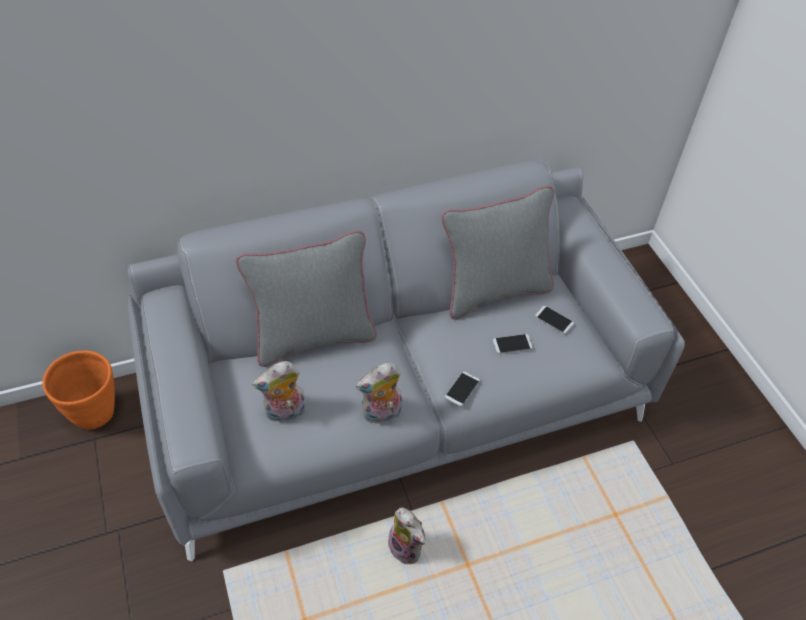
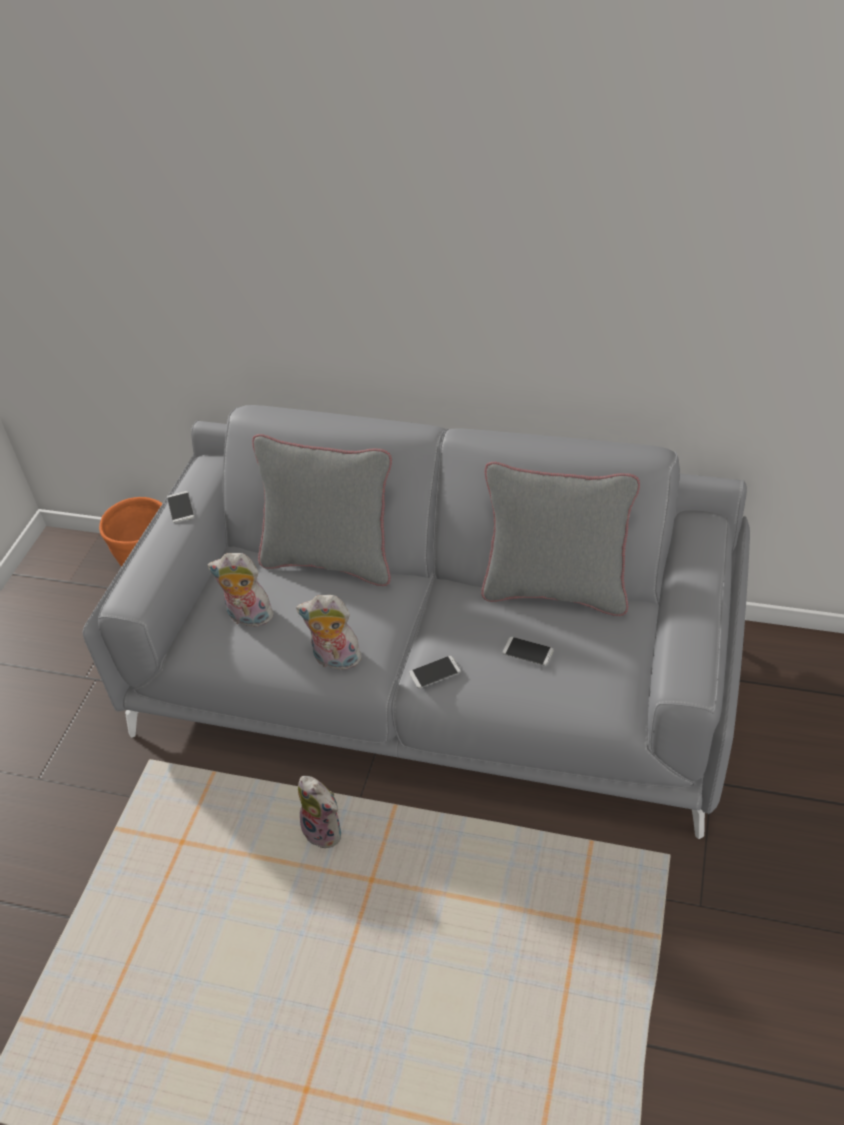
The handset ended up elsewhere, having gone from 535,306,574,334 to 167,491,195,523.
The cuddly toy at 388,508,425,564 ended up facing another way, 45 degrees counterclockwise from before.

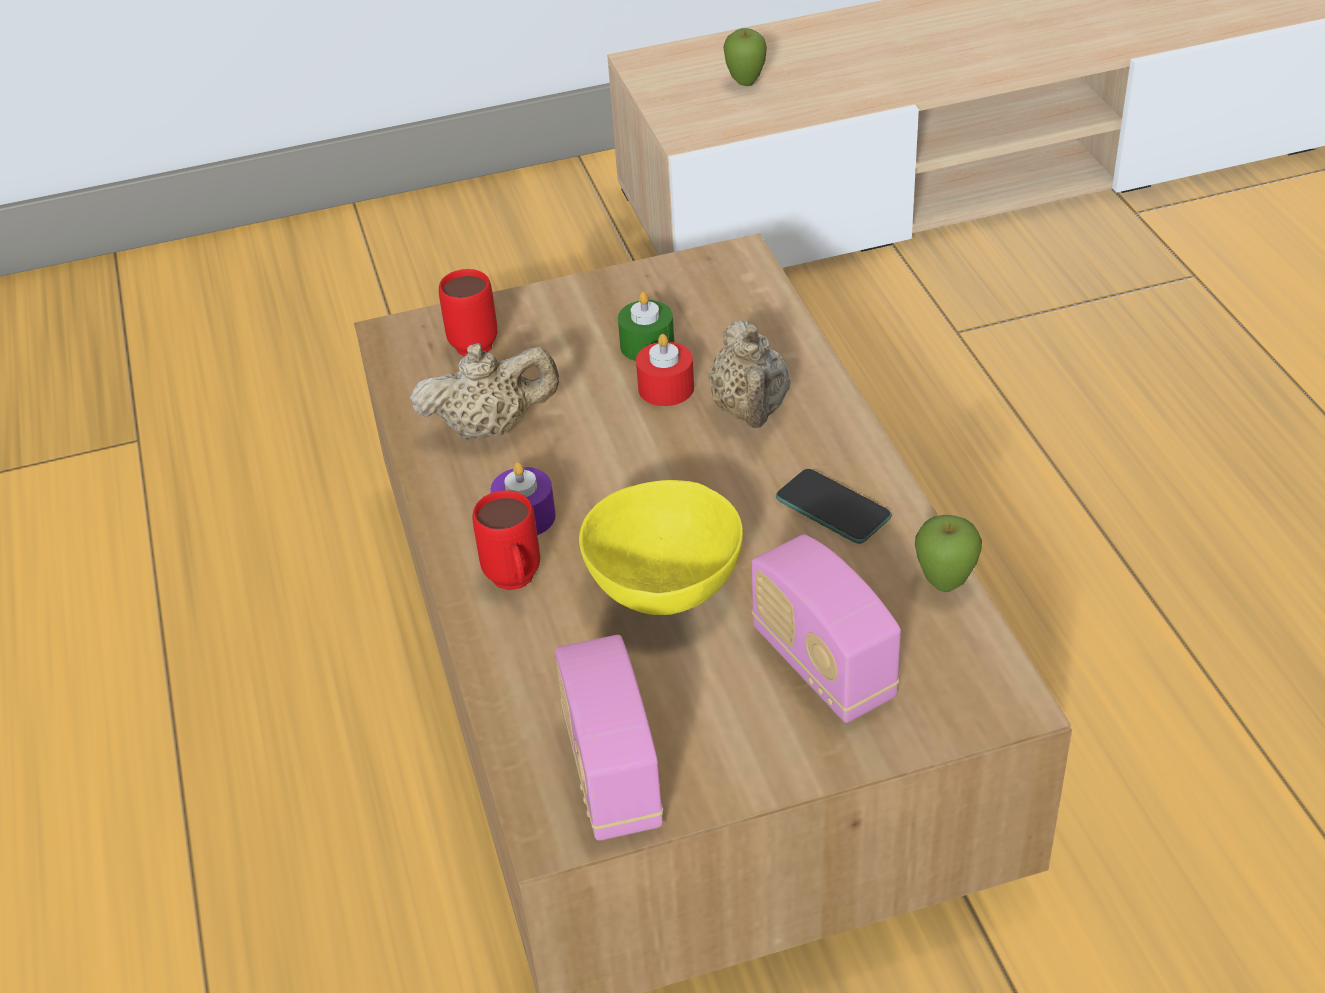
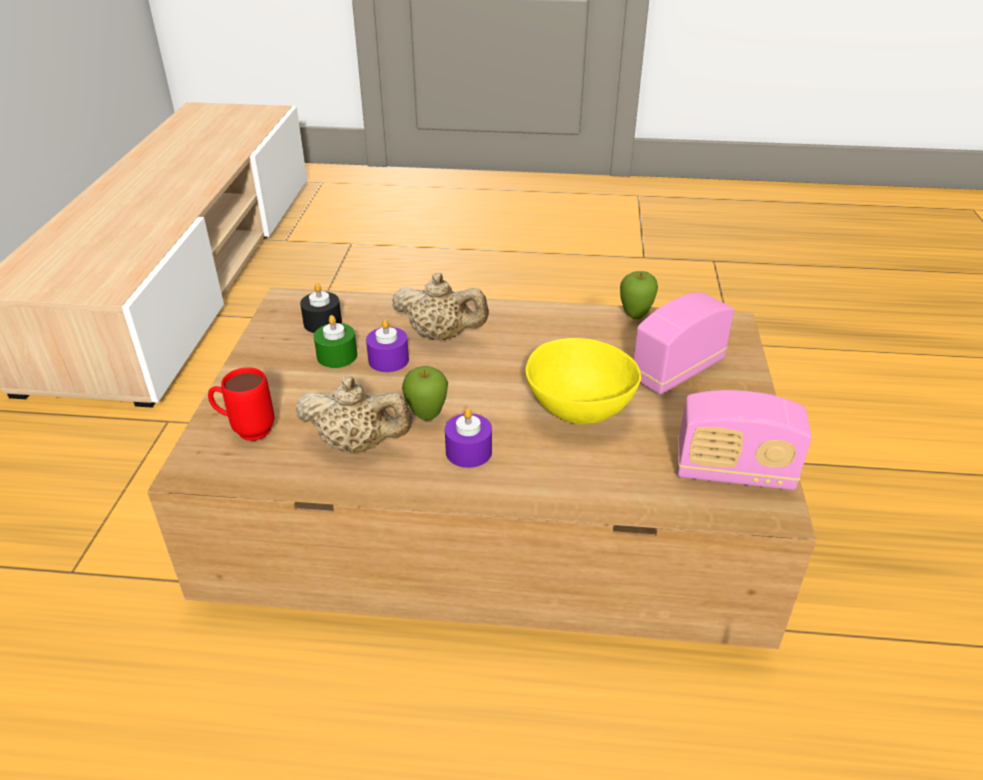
The whole apple ended up elsewhere, having gone from 723,28,767,86 to 402,366,448,421.
What was the reddish wax candle at 636,334,694,406 turned into the purple wax candle at 366,319,409,372.
The beige pot for tea at 410,343,559,439 ended up facing another way, 90 degrees clockwise from before.
The second view lost the handset at 776,469,892,544.
The second view lost the reddish mug at 472,490,540,590.
The radio receiver at 752,534,901,723 ended up facing another way, 150 degrees clockwise from before.
The second view gained the black wax candle at 300,283,342,333.

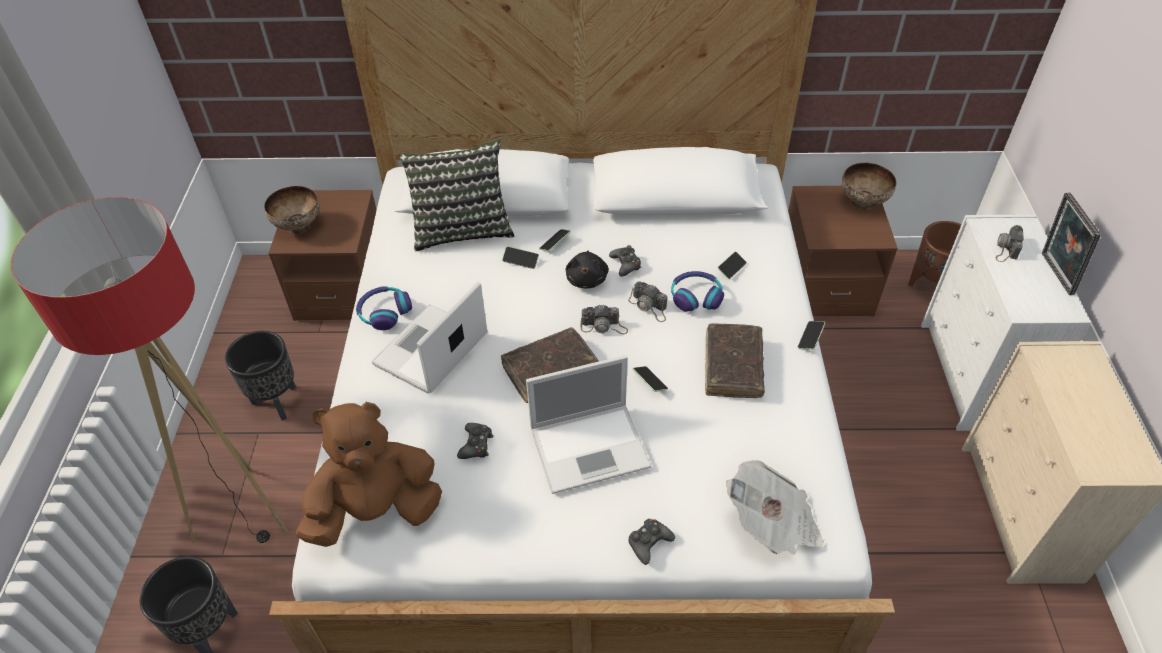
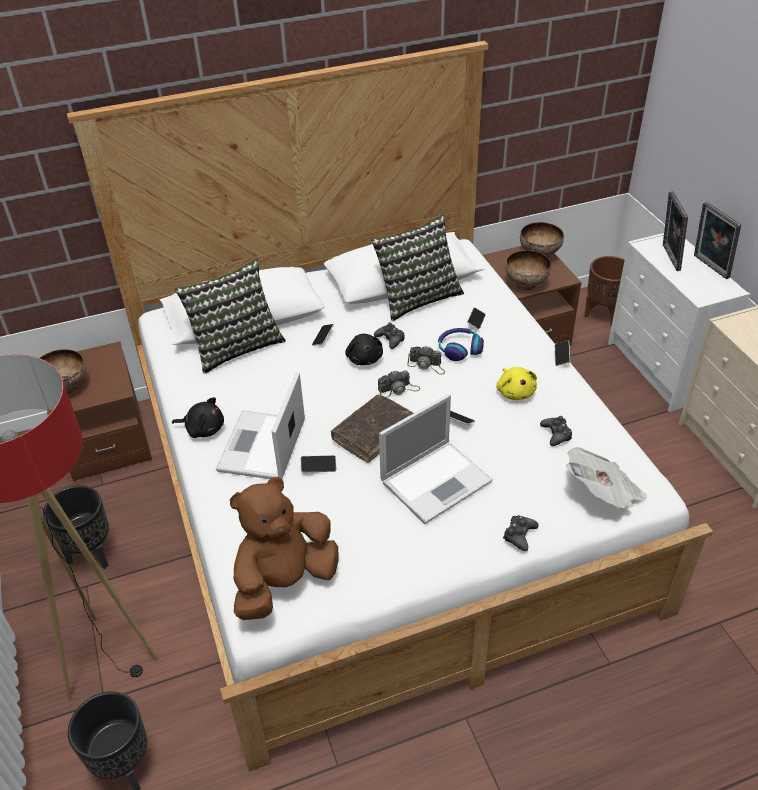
Where the photo camera stood at 995,225,1024,262, the picture frame came to stand at 663,191,688,271.
The handset ended up elsewhere, having gone from 502,246,539,269 to 301,455,336,473.
Where the headset stood at 356,286,412,330, the black cuddly toy came to stand at 172,397,224,438.
Where the brown bound book stood at 705,323,765,398, the yellow cuddly toy came to stand at 496,367,537,400.
The black gamepad ended up elsewhere, having gone from 457,423,493,459 to 540,416,572,446.
The second view gained the throw pillow at 371,214,464,321.
The second view gained the deep dish at 505,250,551,291.

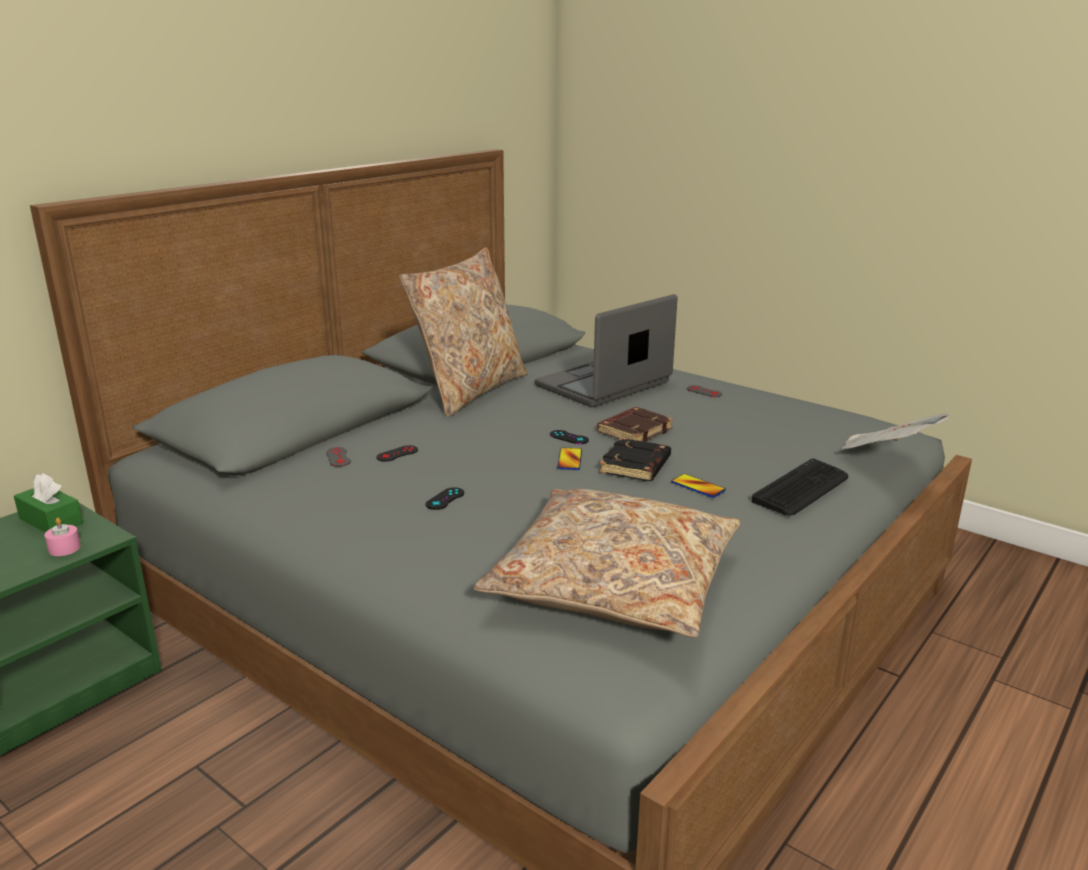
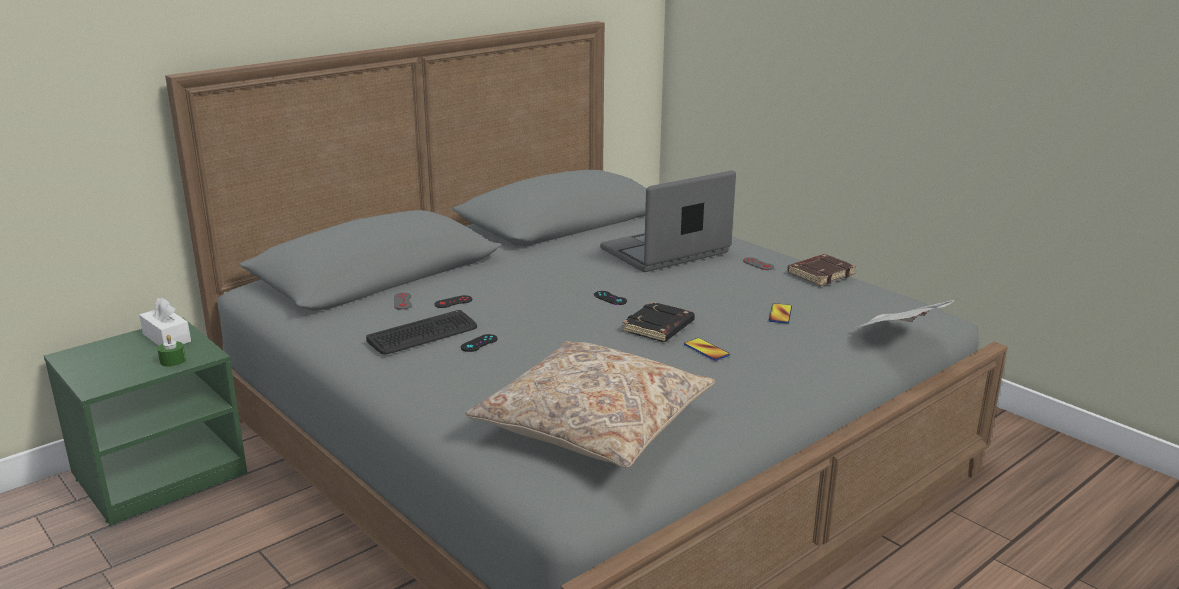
The second view lost the beige throw pillow at 399,248,527,417.
The brown bound book ended up elsewhere, having gone from 597,407,673,442 to 787,254,856,286.
The handset ended up elsewhere, having gone from 557,448,582,470 to 769,303,792,324.
The keyboard ended up elsewhere, having gone from 752,459,848,516 to 366,310,477,354.
What was the greenish tissue box at 14,473,83,533 turned into the white tissue box at 139,297,191,346.
What was the pink wax candle at 45,518,81,556 turned into the greenish wax candle at 157,335,186,367.

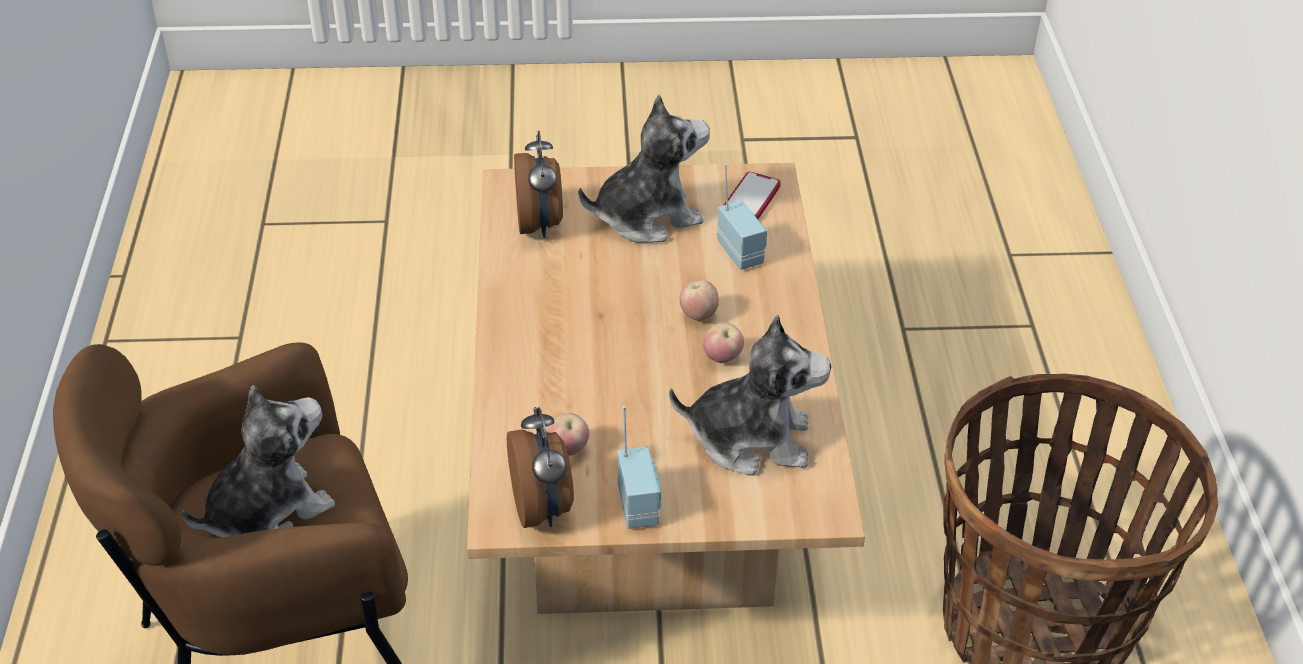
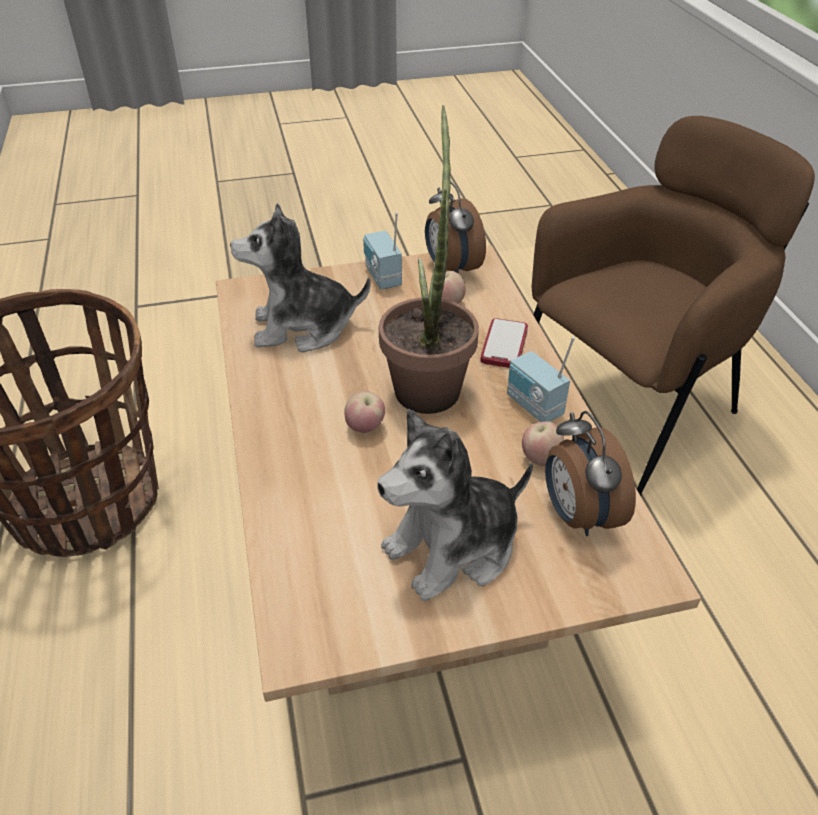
The radio receiver ended up elsewhere, having gone from 717,164,767,270 to 507,337,575,422.
The handset ended up elsewhere, having gone from 724,172,781,219 to 480,318,528,368.
The whole apple ended up elsewhere, having gone from 703,323,744,363 to 522,421,564,466.
The second view lost the cuddly toy at 182,385,335,538.
The second view gained the houseplant at 379,105,479,414.

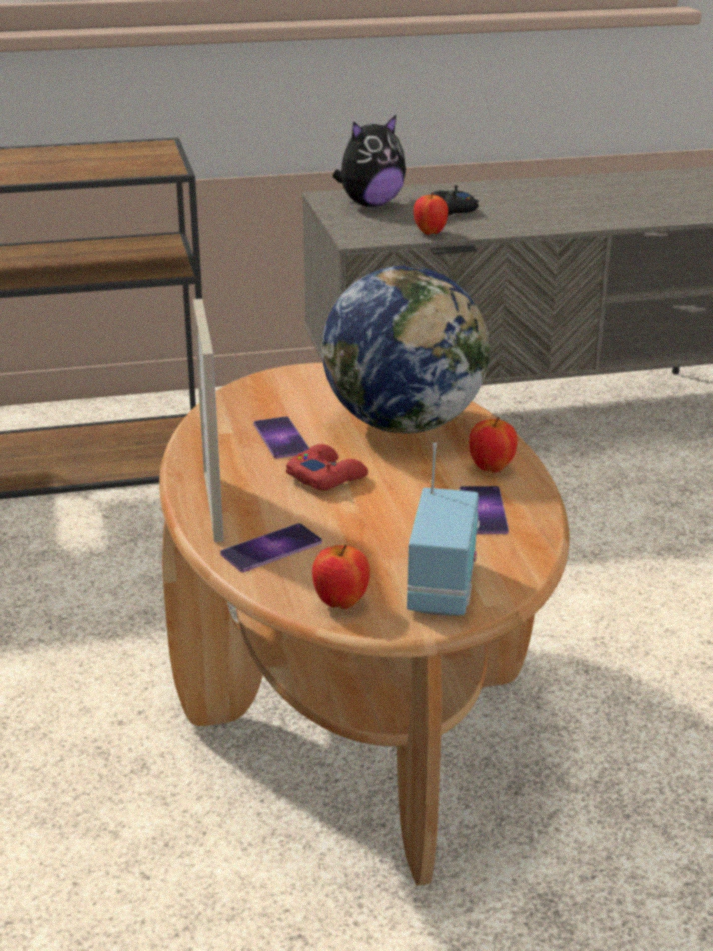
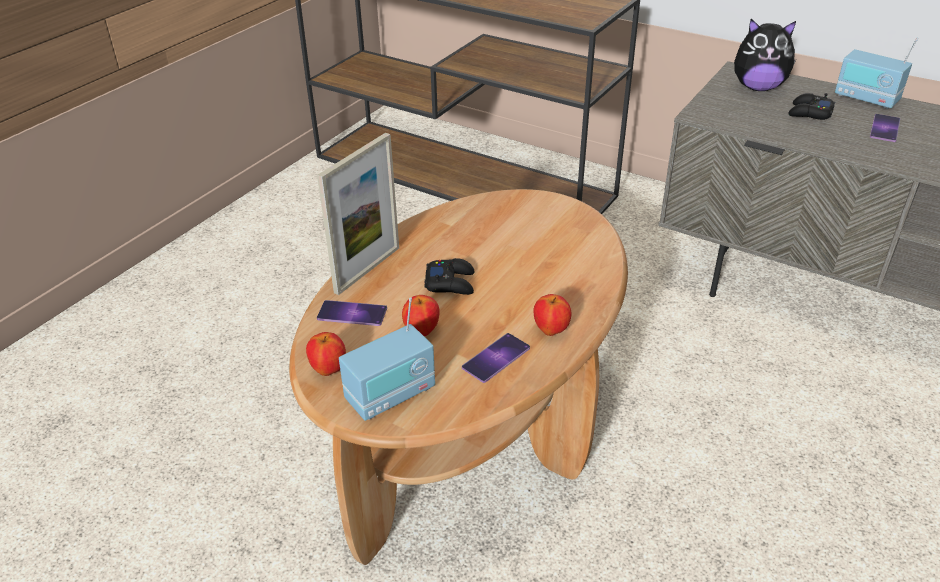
The whole apple ended up elsewhere, having gone from 414,192,448,235 to 402,295,439,336.
The second view lost the globe at 322,266,489,433.
The handset ended up elsewhere, having gone from 253,416,309,459 to 870,114,900,142.
What was the reddish gamepad at 286,444,368,490 turned into the black gamepad at 424,258,474,295.
The second view gained the radio receiver at 835,38,918,109.

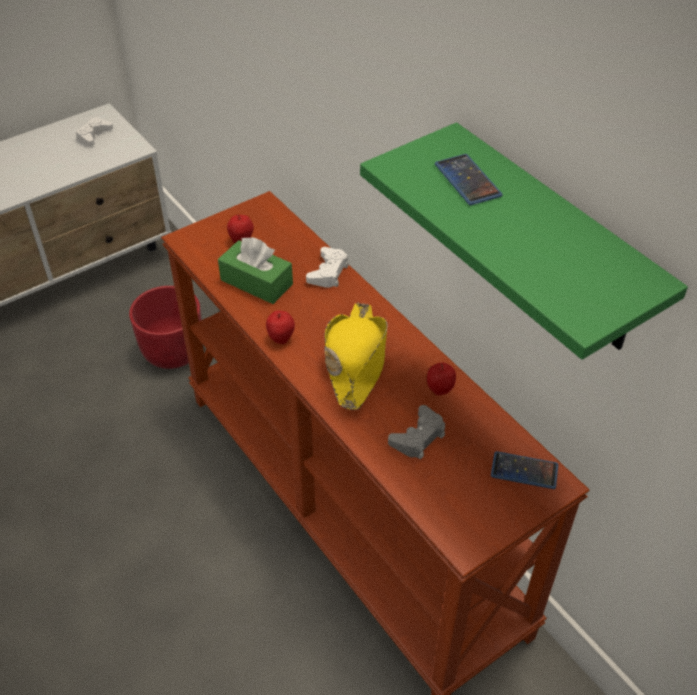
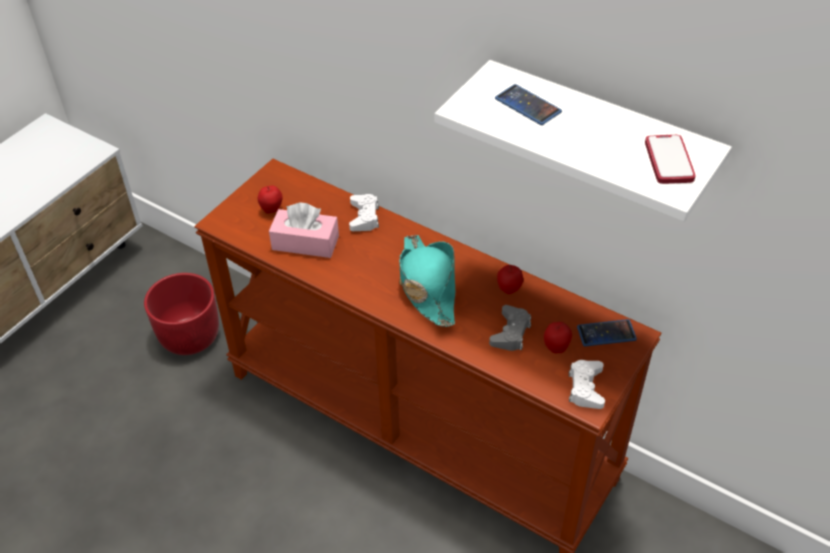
The white gamepad ended up elsewhere, having gone from 76,117,113,146 to 569,360,605,409.
What was the greenish wall shelf at 360,122,688,359 turned into the white wall shelf at 435,60,732,222.
What was the greenish tissue box at 218,237,293,304 turned into the pink tissue box at 269,203,339,258.
What was the yellow hat at 324,302,388,410 turned into the turquoise hat at 399,234,455,327.
The whole apple ended up elsewhere, having gone from 266,310,295,344 to 544,322,572,353.
The second view gained the handset at 645,135,696,184.

